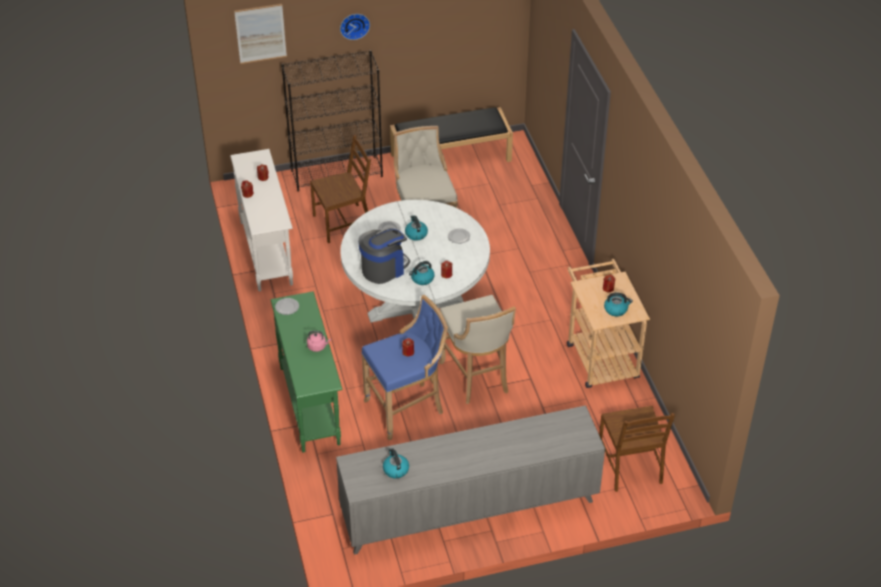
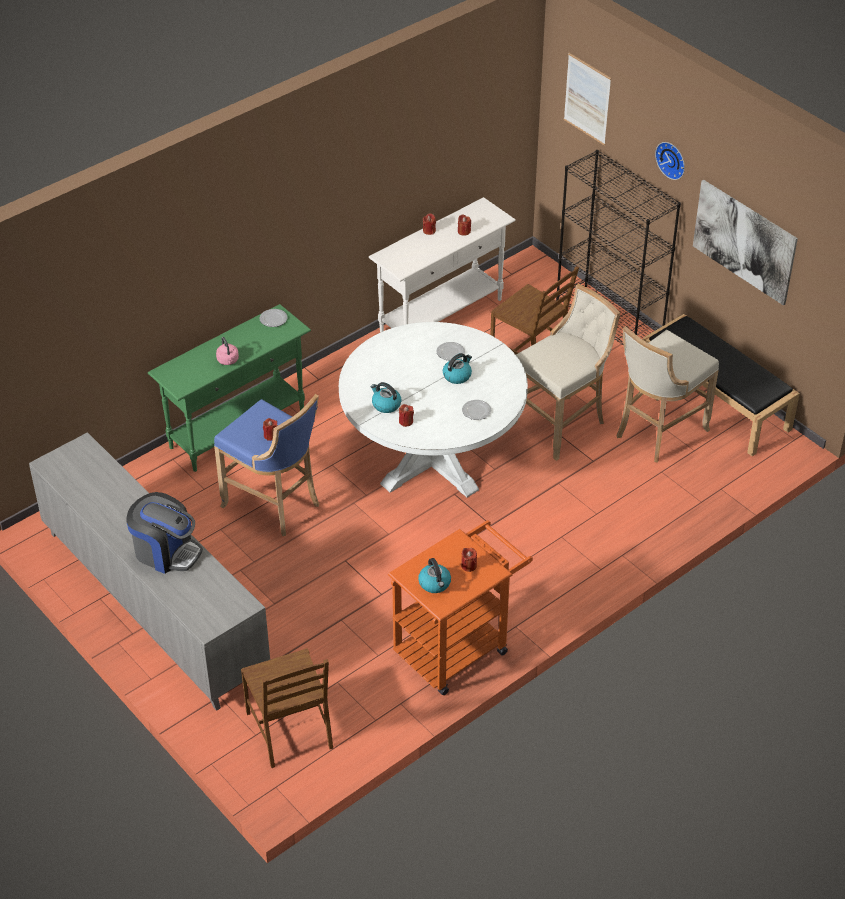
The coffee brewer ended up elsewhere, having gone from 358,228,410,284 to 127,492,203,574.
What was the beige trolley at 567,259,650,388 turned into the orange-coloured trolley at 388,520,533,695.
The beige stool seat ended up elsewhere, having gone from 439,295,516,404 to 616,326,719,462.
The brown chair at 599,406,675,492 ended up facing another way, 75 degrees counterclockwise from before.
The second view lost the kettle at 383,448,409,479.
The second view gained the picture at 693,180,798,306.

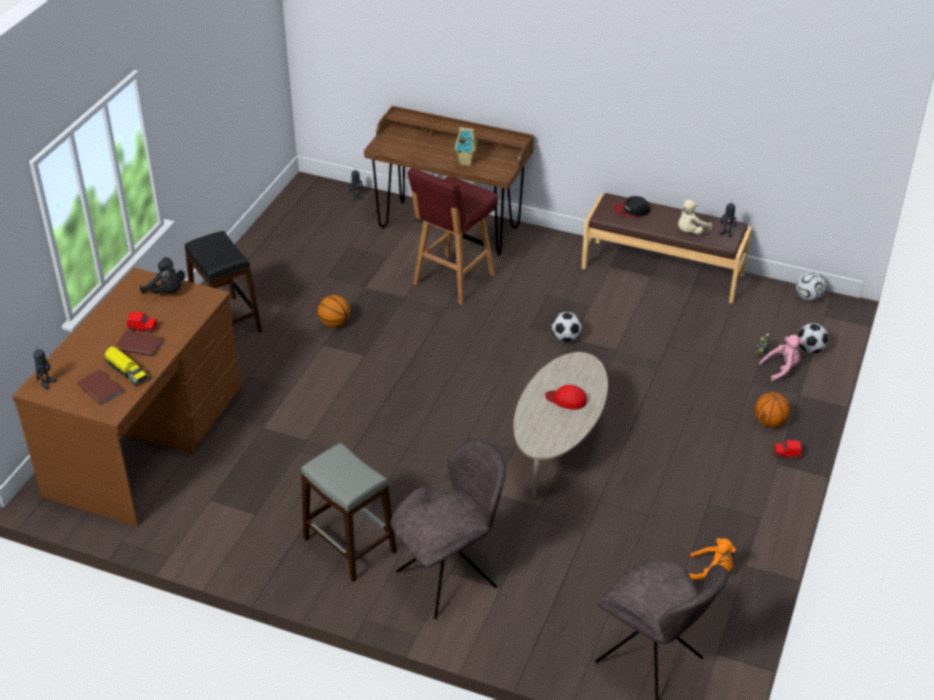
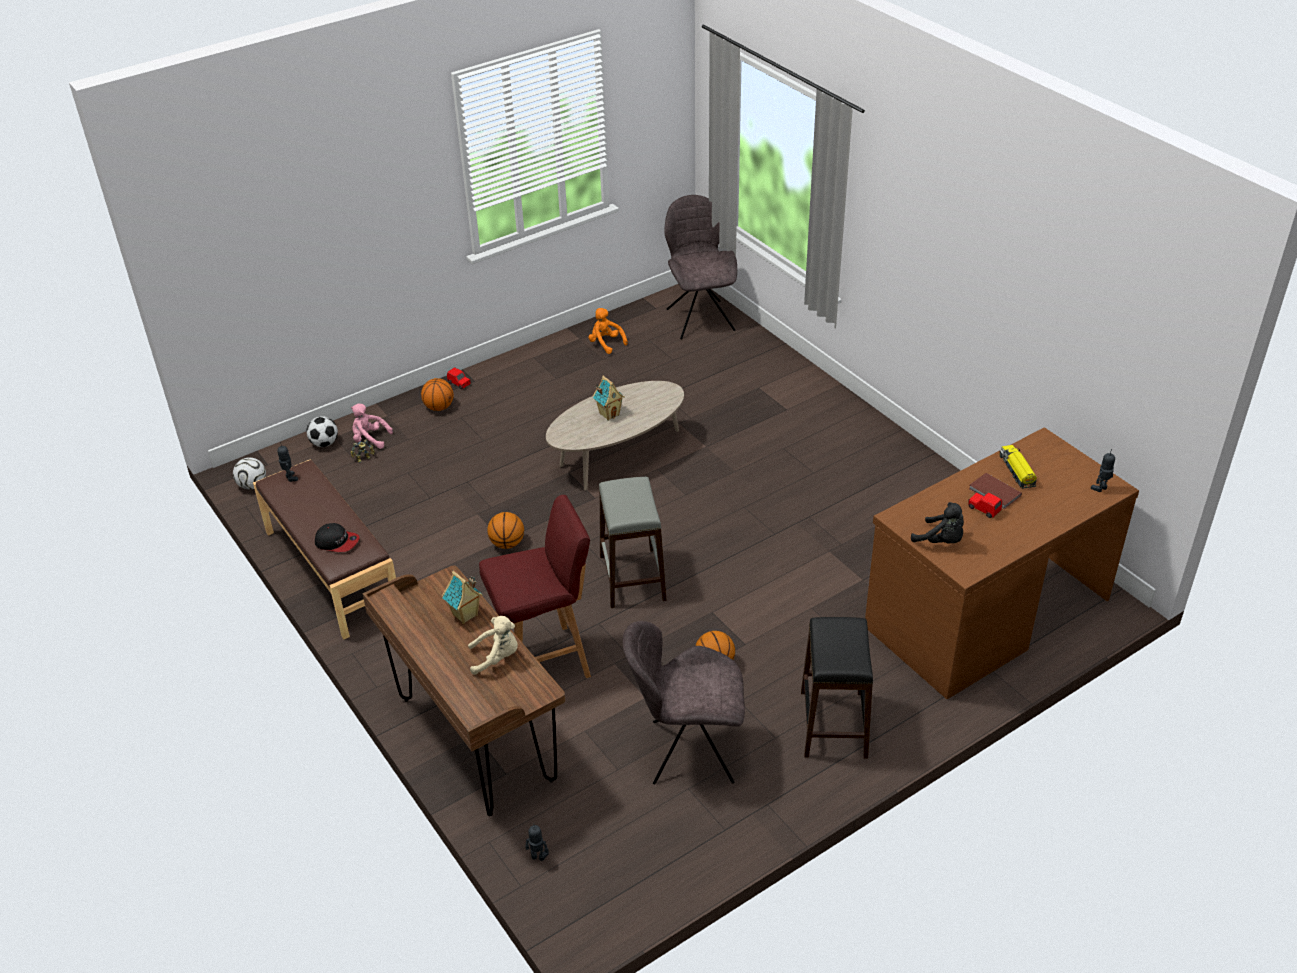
The beige cuddly toy ended up elsewhere, having gone from 678,200,712,235 to 468,616,518,675.
The black cuddly toy at 140,257,185,294 ended up facing another way, 150 degrees clockwise from before.
Where the ball for football stood at 552,312,582,342, the basketball came to stand at 487,512,524,549.
The second view lost the brown bound book at 77,370,123,405.
Where the reddish cap stood at 545,385,587,410, the toy house came to stand at 593,376,624,421.
The gray chair ended up elsewhere, having gone from 391,440,506,619 to 623,621,745,784.
The gray stool seat ended up elsewhere, having gone from 301,443,397,582 to 599,477,667,608.

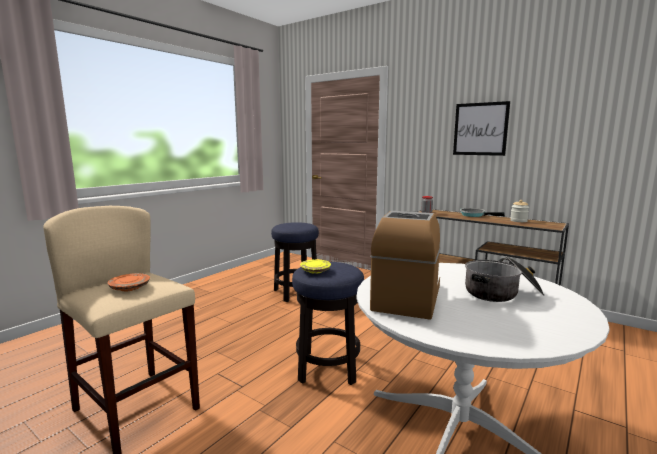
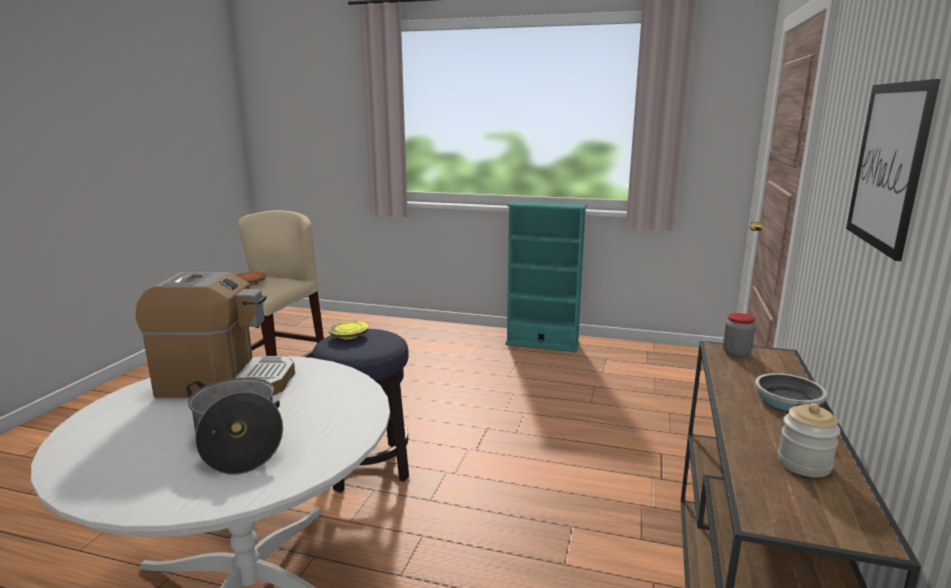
The second view lost the stool seat at 271,222,319,302.
The second view gained the turquoise bookcase at 505,201,587,352.

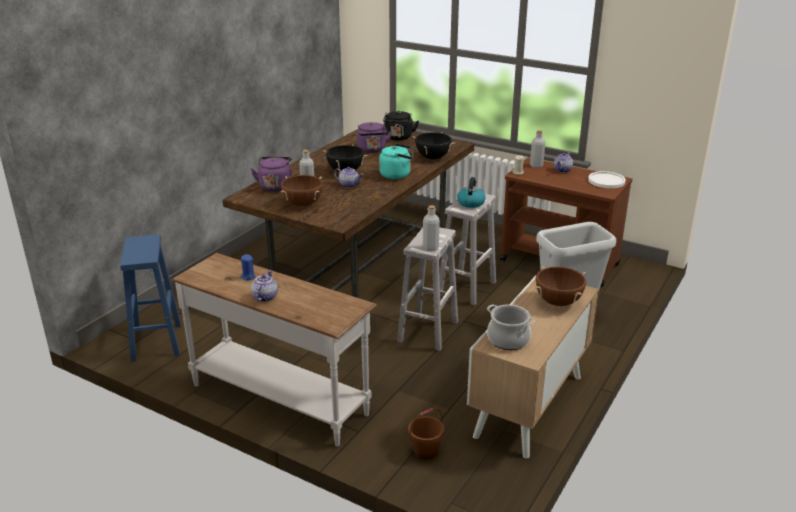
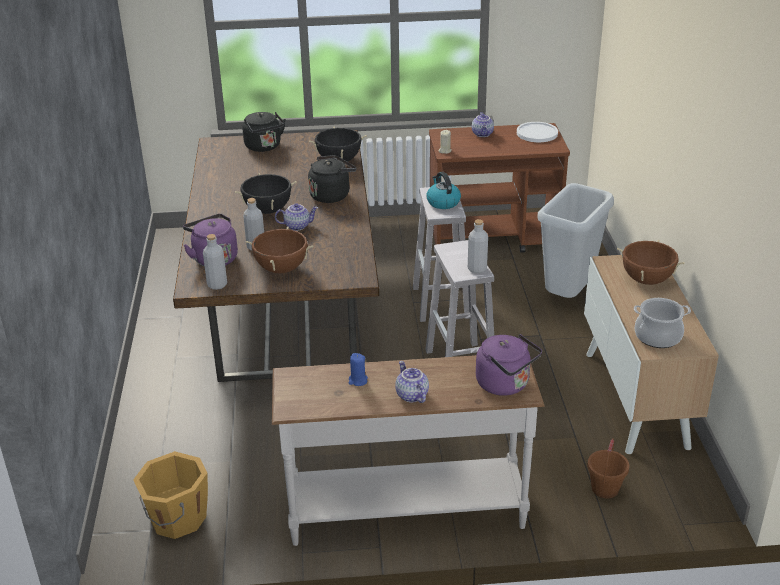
The purple kettle ended up elsewhere, having gone from 357,122,392,153 to 476,334,542,396.
The gray drink bottle ended up elsewhere, having gone from 530,130,545,168 to 203,234,227,290.
What was the turquoise kettle at 379,143,413,179 turned into the black kettle at 308,155,357,203.
Where the bluish stool seat stood at 120,234,181,362, the orange-coloured pail came to stand at 133,451,208,539.

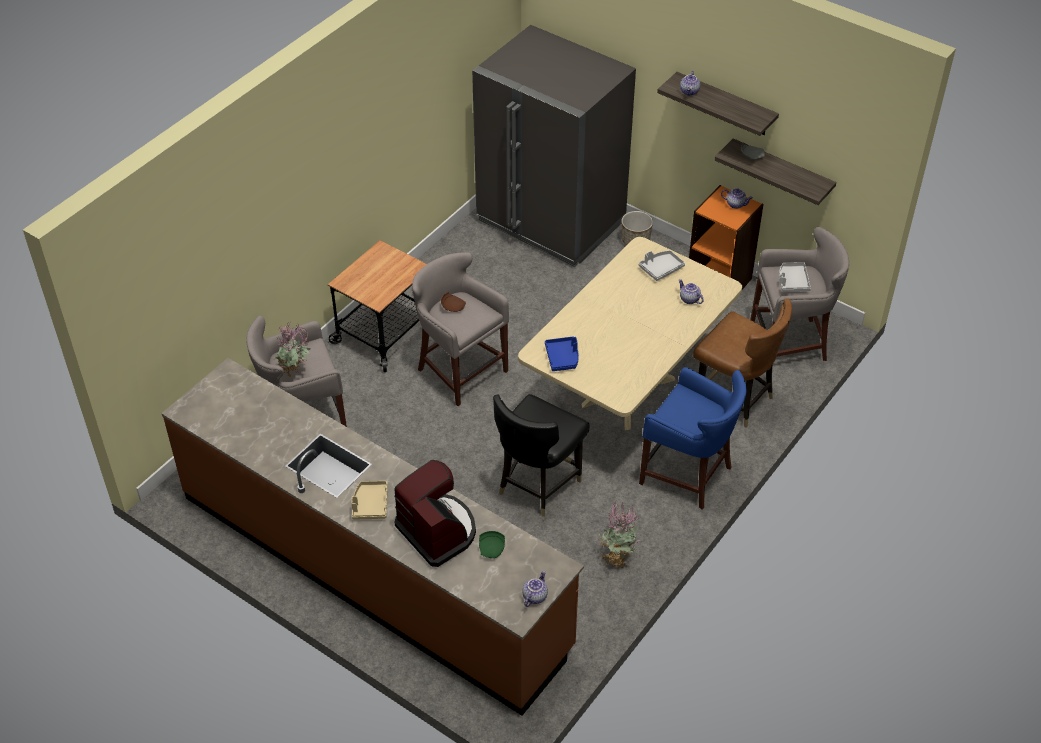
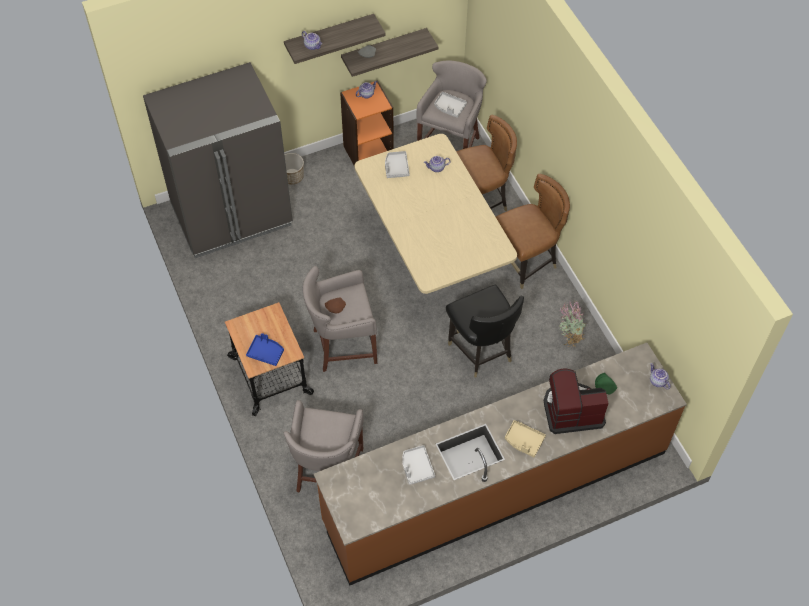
The second view lost the houseplant at 274,322,311,377.
The bluish tray ended up elsewhere, having gone from 545,337,579,371 to 246,333,284,366.
Where the bluish stool seat stood at 639,367,747,510, the brown chair came to stand at 496,174,570,289.
The second view gained the gray tray at 402,445,435,485.

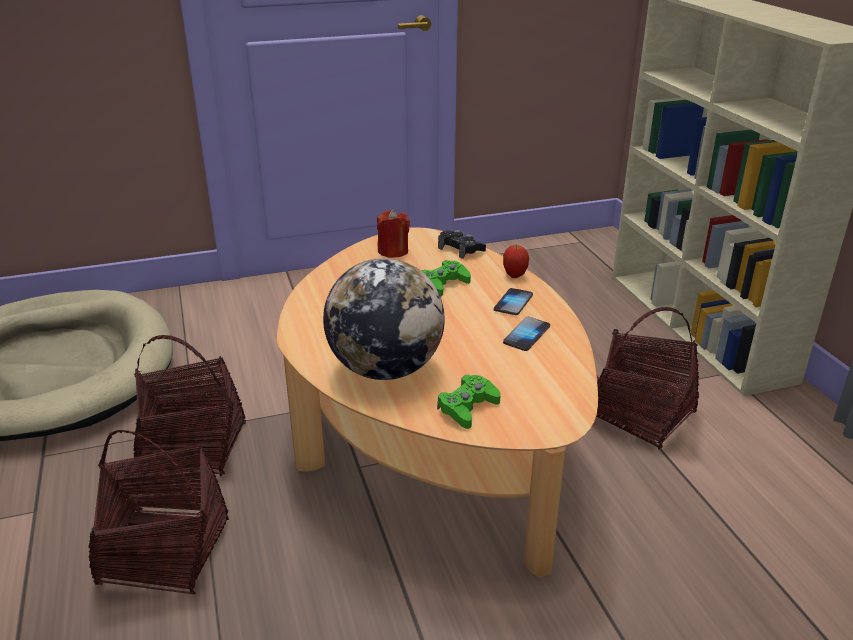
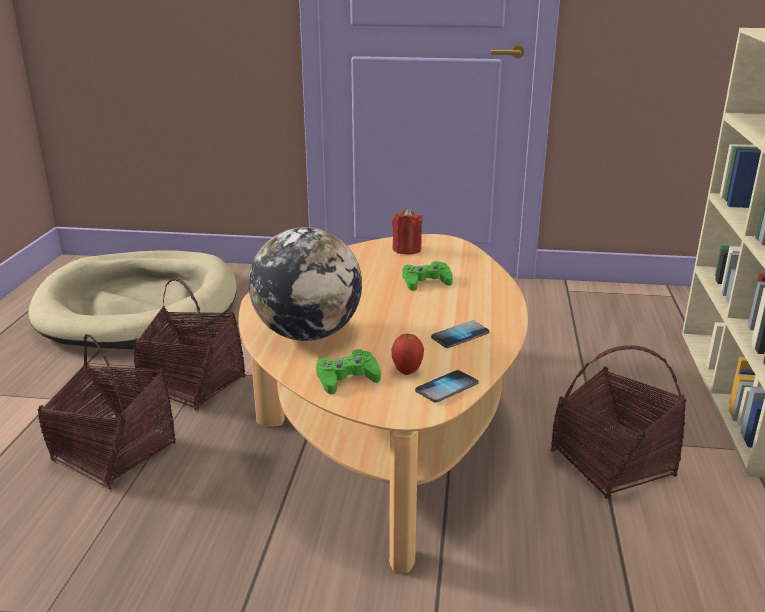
The second view lost the black gamepad at 438,230,486,259.
The whole apple ended up elsewhere, having gone from 503,245,529,278 to 391,333,424,375.
The handset ended up elsewhere, having gone from 494,288,533,315 to 415,370,478,403.

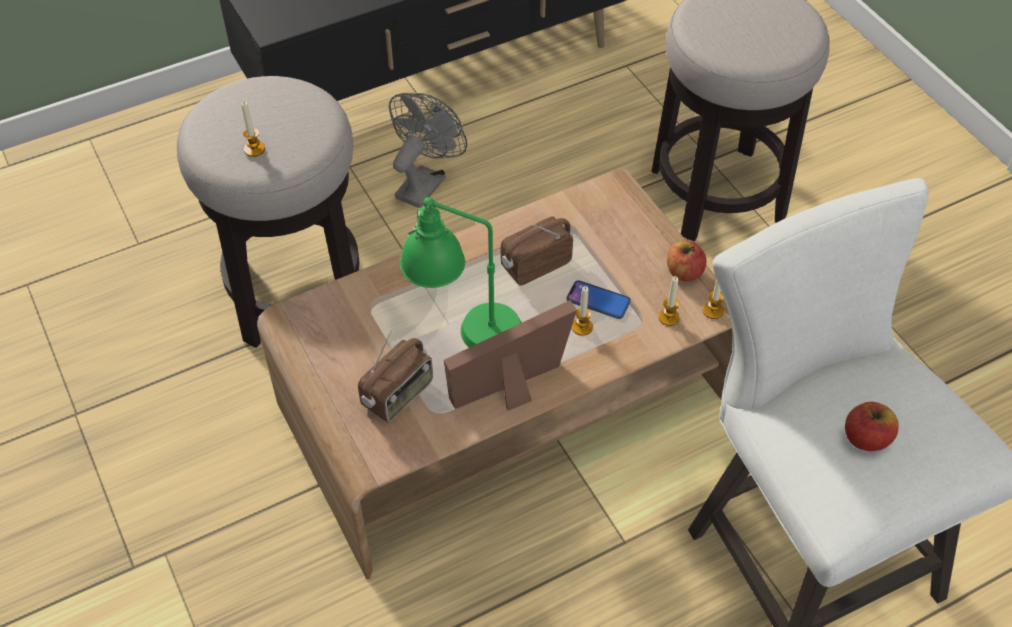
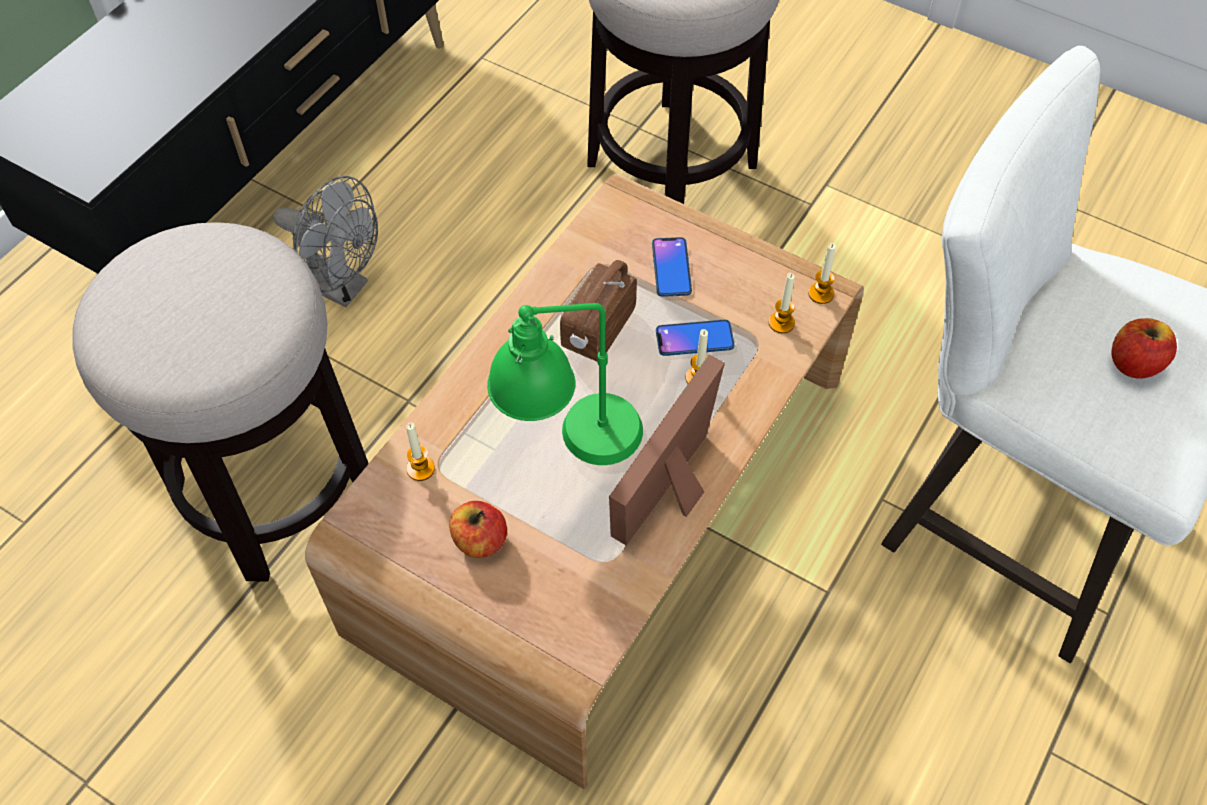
The gray fan at 389,93,467,208 ended up facing another way, 120 degrees clockwise from before.
The wax candle ended up elsewhere, having gone from 241,102,265,157 to 406,423,435,481.
The whole apple ended up elsewhere, having gone from 667,240,706,282 to 449,501,507,558.
The second view lost the radio receiver at 358,330,433,423.
The second view gained the handset at 652,237,692,297.

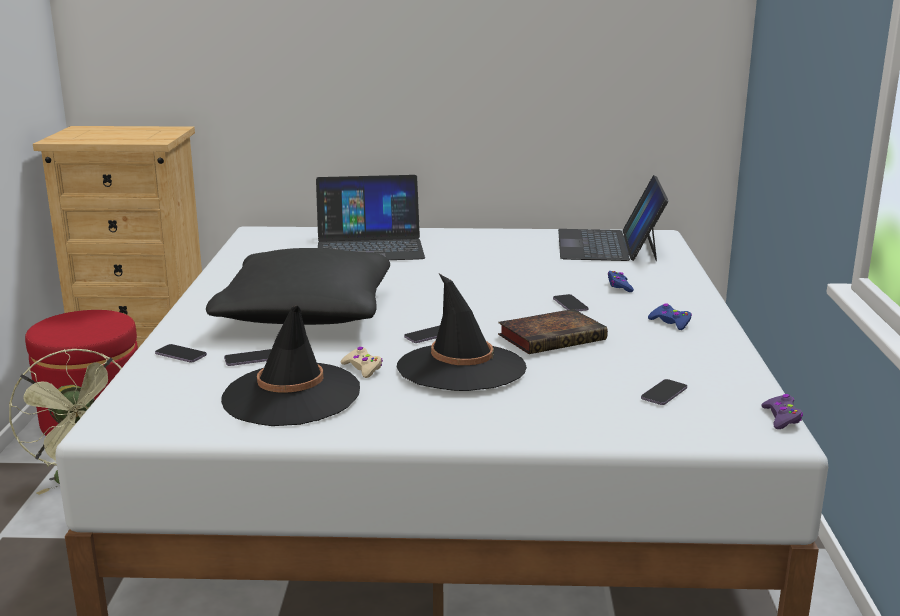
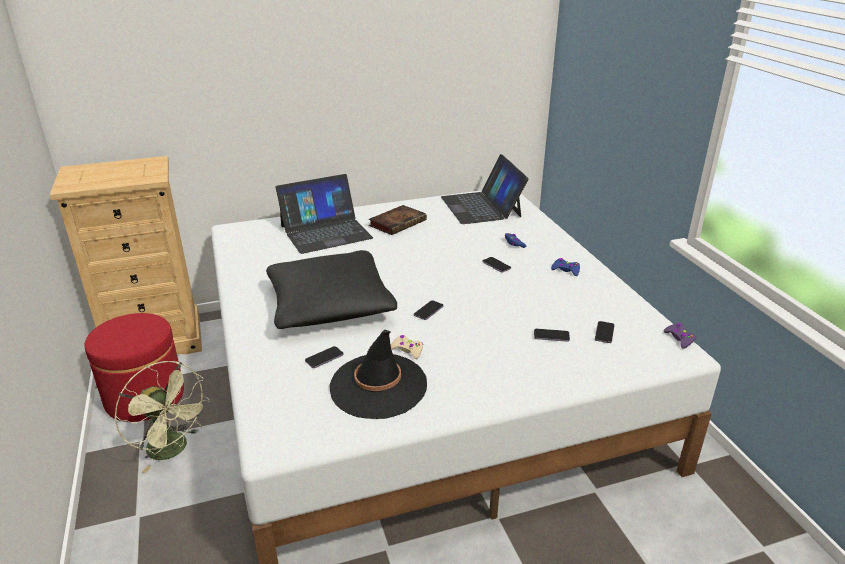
The second view lost the black hat at 397,274,527,391.
The bound book ended up elsewhere, having gone from 498,309,608,354 to 369,205,427,235.
The handset ended up elsewhere, having gone from 155,344,207,362 to 534,329,570,342.

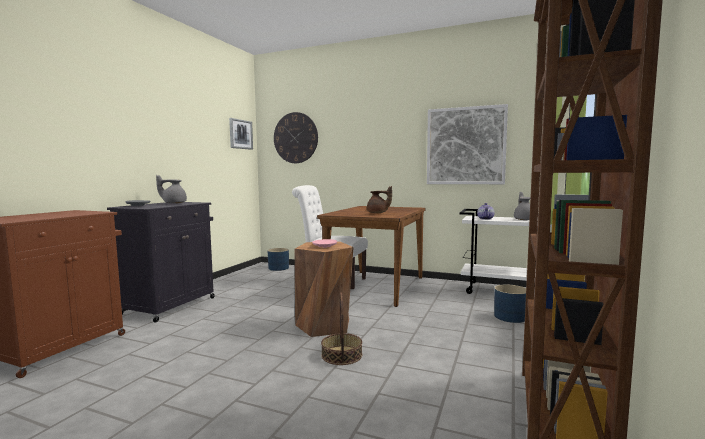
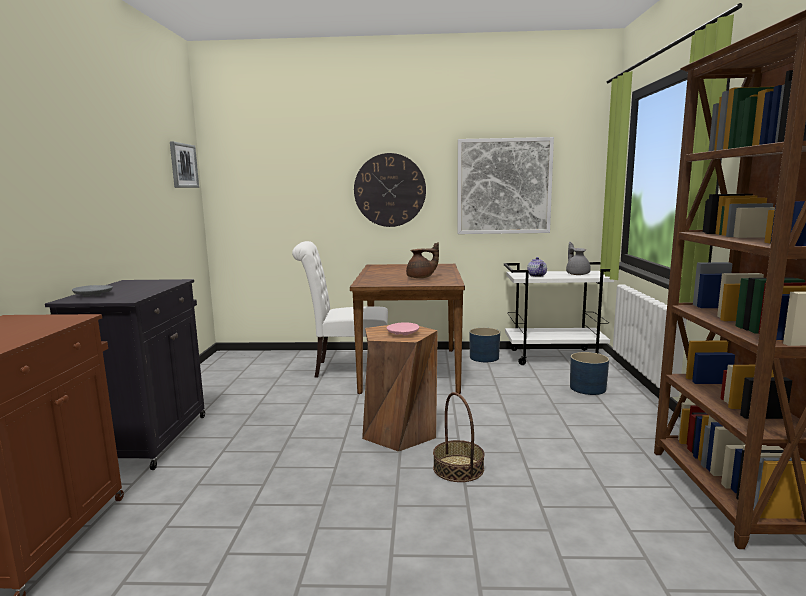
The clock on the wall ended up elsewhere, having gone from 274,112,318,163 to 354,153,426,227.
The second view lost the gray pot for tea at 156,175,187,204.
The bluish plant pot ended up elsewhere, having gone from 267,248,289,271 to 469,328,500,362.

